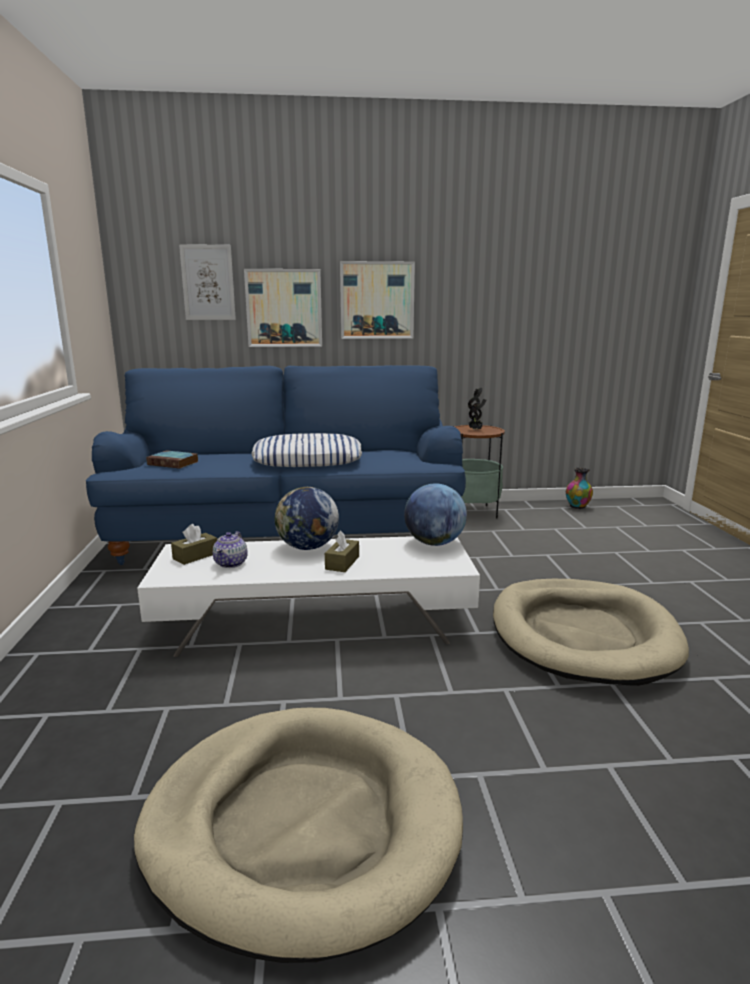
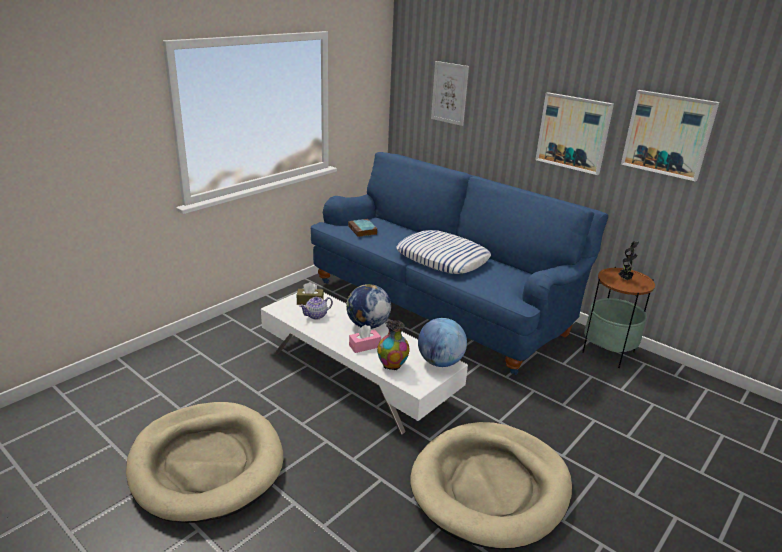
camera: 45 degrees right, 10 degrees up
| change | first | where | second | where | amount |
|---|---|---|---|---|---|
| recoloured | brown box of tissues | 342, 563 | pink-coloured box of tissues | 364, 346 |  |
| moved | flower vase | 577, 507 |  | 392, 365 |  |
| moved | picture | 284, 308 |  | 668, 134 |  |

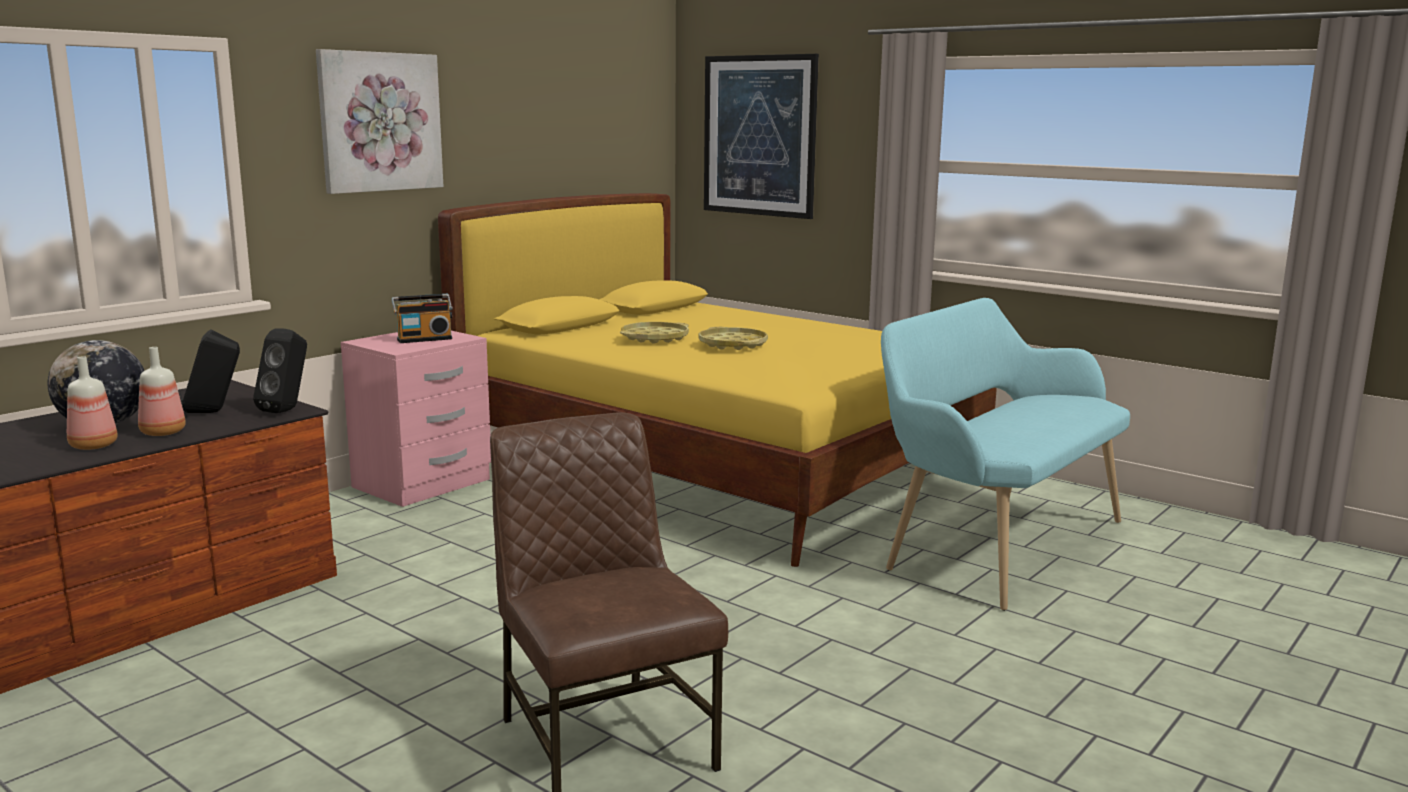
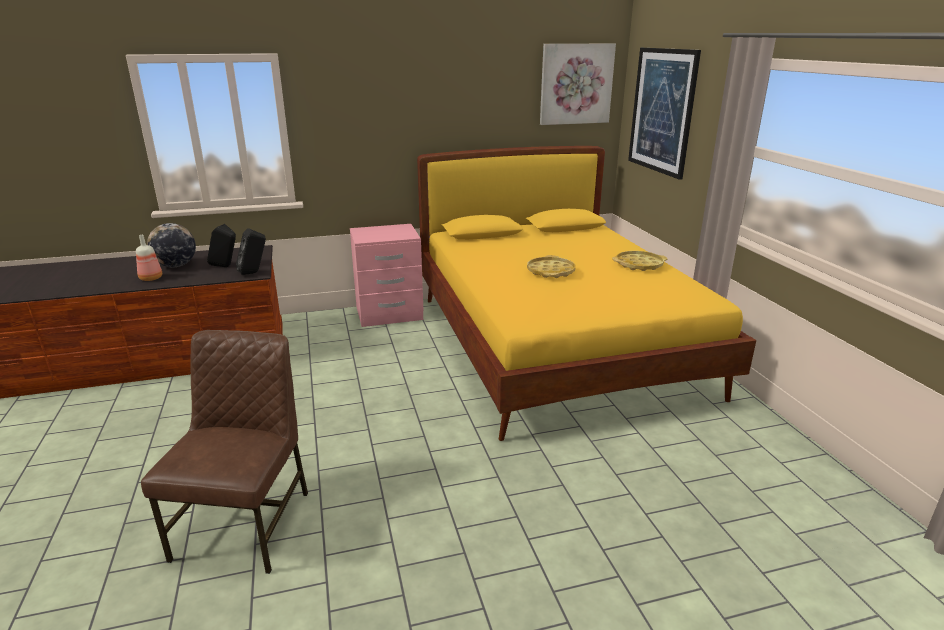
camera: 35 degrees right, 10 degrees up
| change | first | where | second | where | amount |
|---|---|---|---|---|---|
| moved | picture | 379, 122 |  | 576, 84 |  |
| moved | yellow-coloured carrying tray | 655, 338 |  | 639, 265 |  |
| removed | drink bottle | 161, 432 |  |  |  |
| removed | radio set | 424, 339 |  |  |  |
| removed | turquoise long seat | 995, 543 |  |  |  |

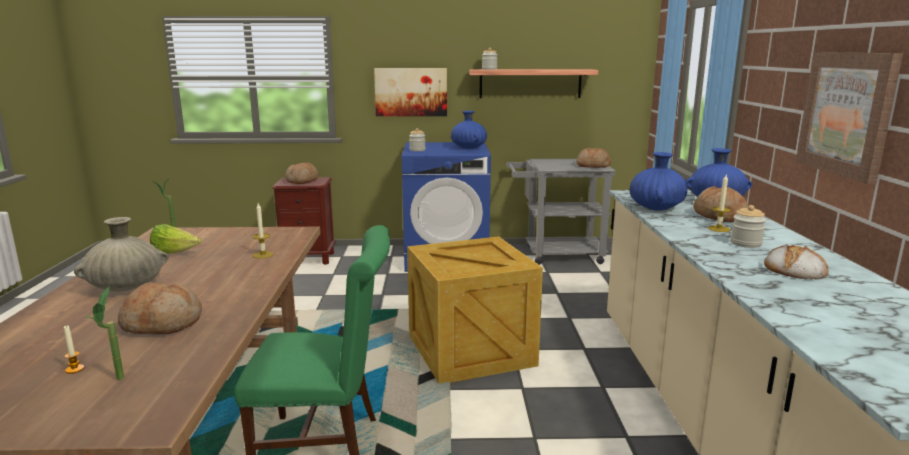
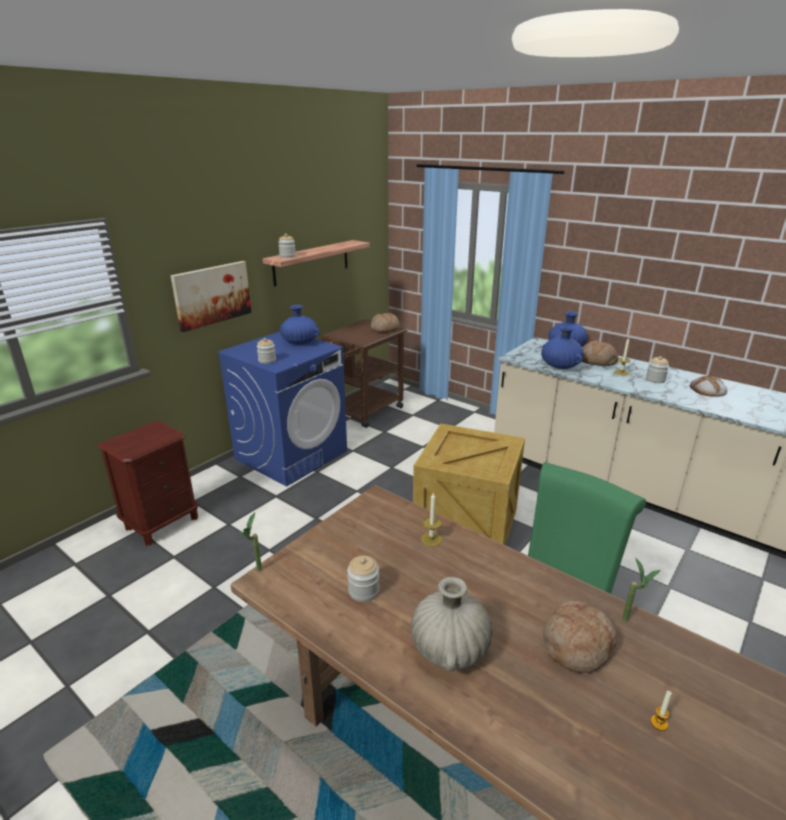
camera: 50 degrees left, 10 degrees up
| change | first | where | second | where | amount |
|---|---|---|---|---|---|
| recoloured | greyish wheeled cart | 556, 254 | brown wheeled cart | 360, 412 |  |
| replaced | lettuce head | 174, 253 | preserve jar | 363, 591 |  |
| moved | houseplant | 116, 382 |  | 631, 622 |  |
| removed | baked bread | 302, 181 |  |  |  |
| removed | picture | 847, 114 |  |  |  |

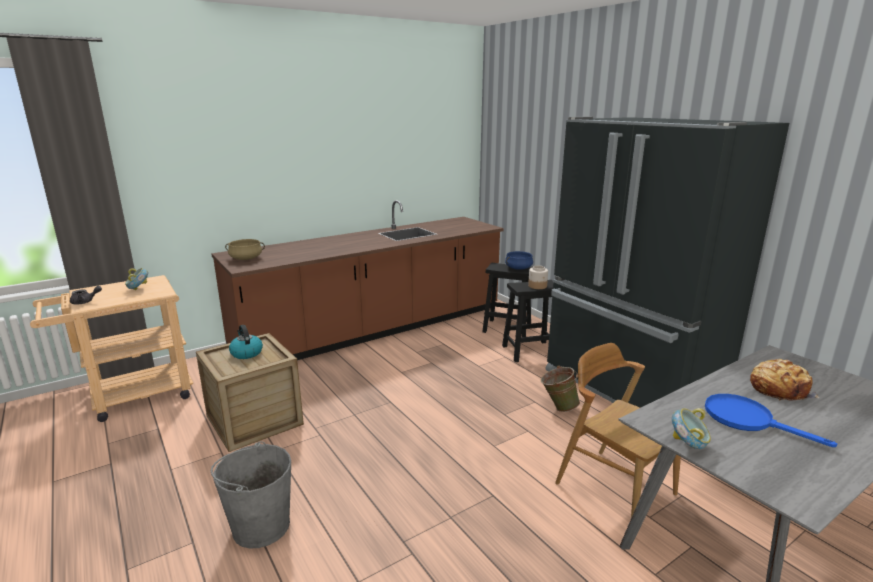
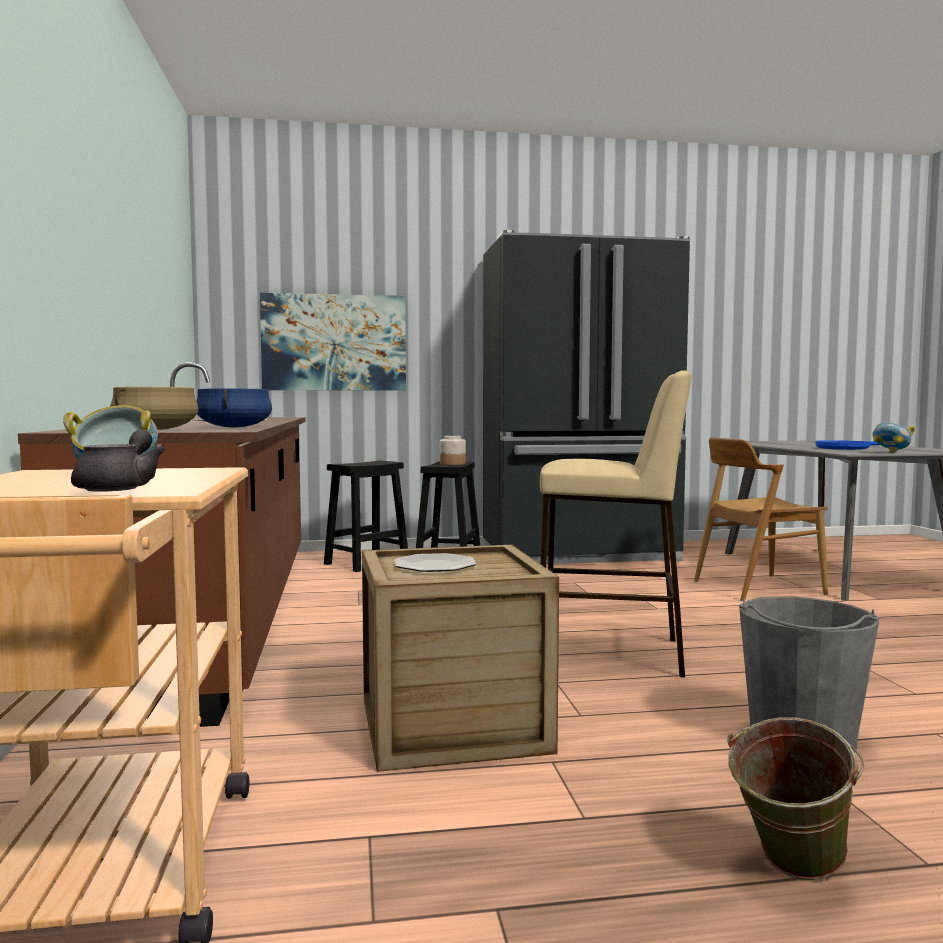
camera: 65 degrees left, 15 degrees down
| change | first | where | second | where | amount |
|---|---|---|---|---|---|
| moved | blue-coloured stockpot | 518, 268 |  | 233, 427 |  |
| added |  |  | picture | 334, 343 |  |
| replaced | kettle | 246, 353 | plate | 435, 566 |  |
| added |  |  | sand-coloured stool seat | 611, 653 |  |
| moved | green pail | 558, 407 |  | 789, 872 |  |
| removed | baked bread | 779, 389 |  |  |  |

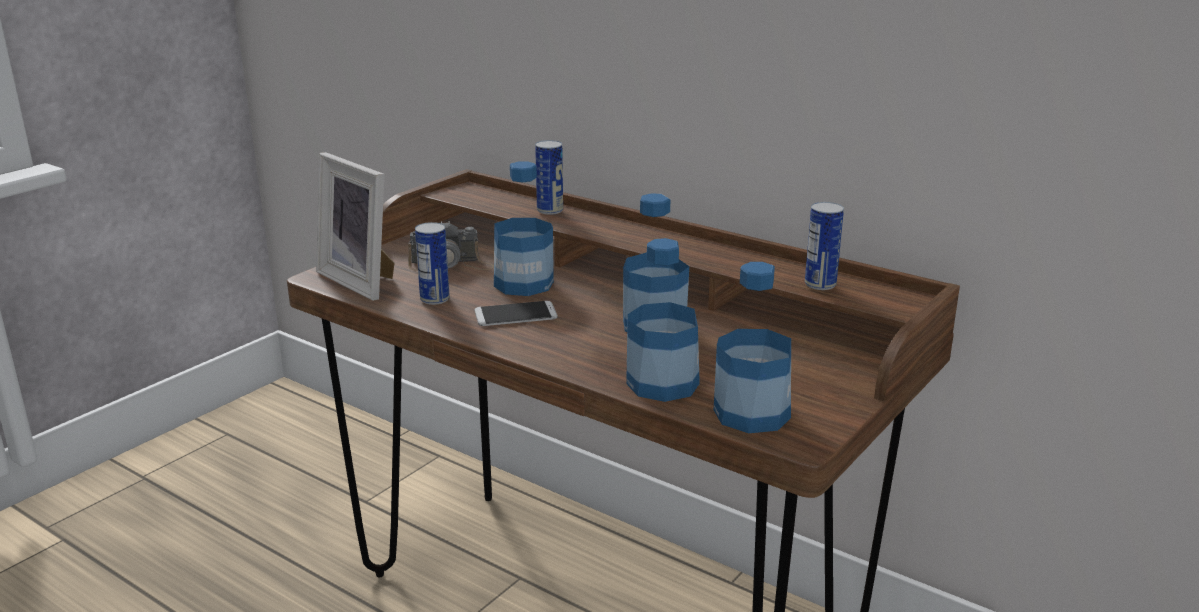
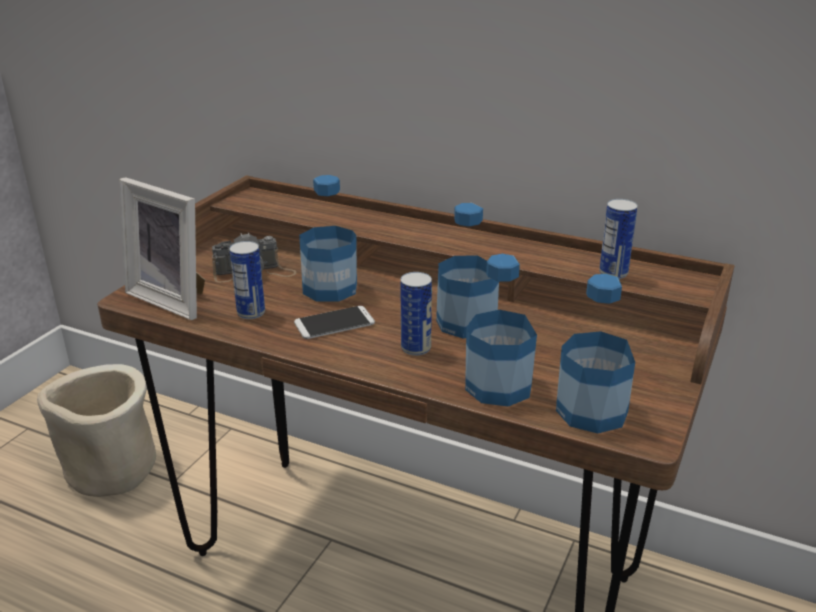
camera: 10 degrees left, 5 degrees up
| change | first | where | second | where | amount |
|---|---|---|---|---|---|
| added |  |  | sand-coloured plant pot | 111, 471 |  |
| moved | sealed can | 550, 210 |  | 416, 348 |  |

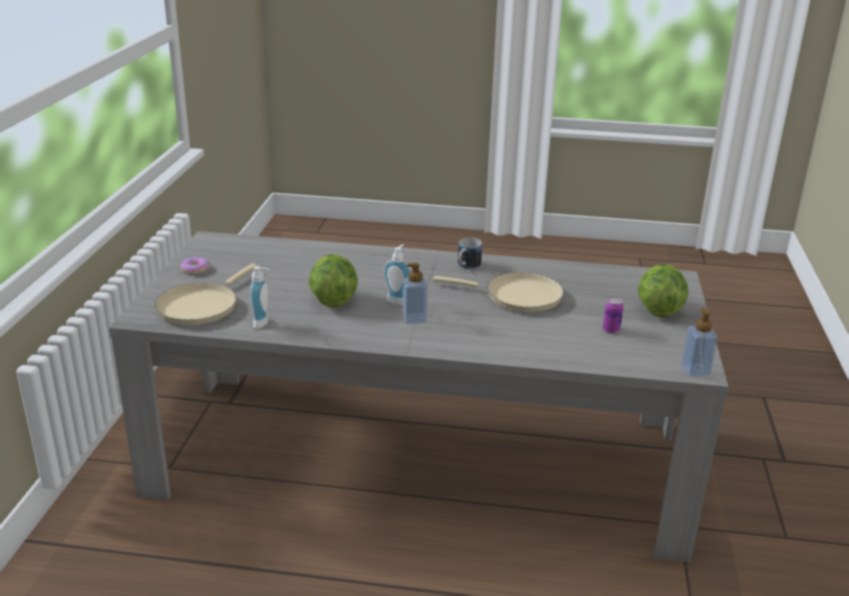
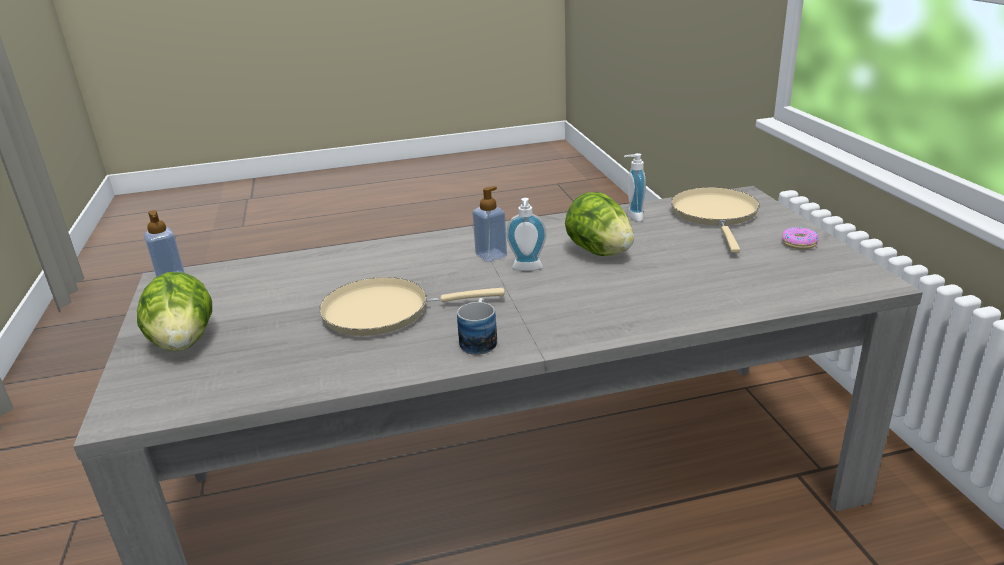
camera: 160 degrees right, 0 degrees up
| change | first | where | second | where | amount |
|---|---|---|---|---|---|
| removed | sealed can | 611, 330 |  |  |  |

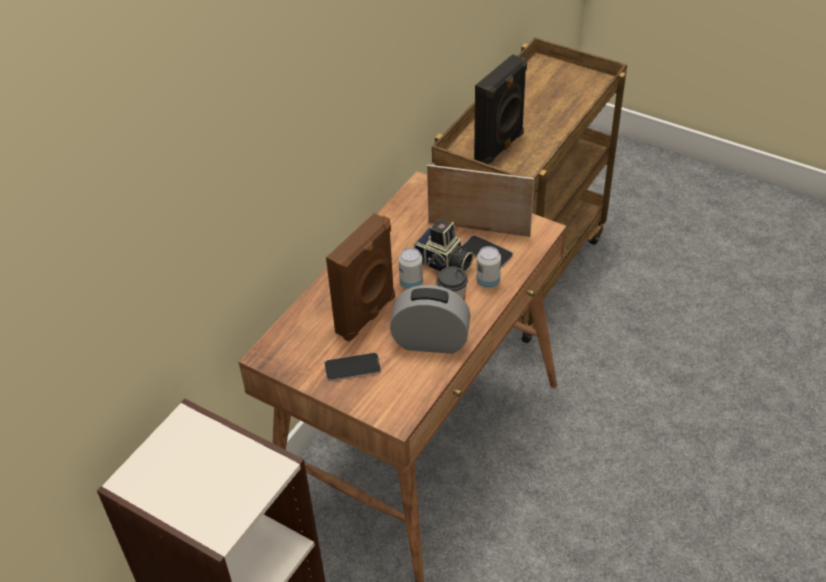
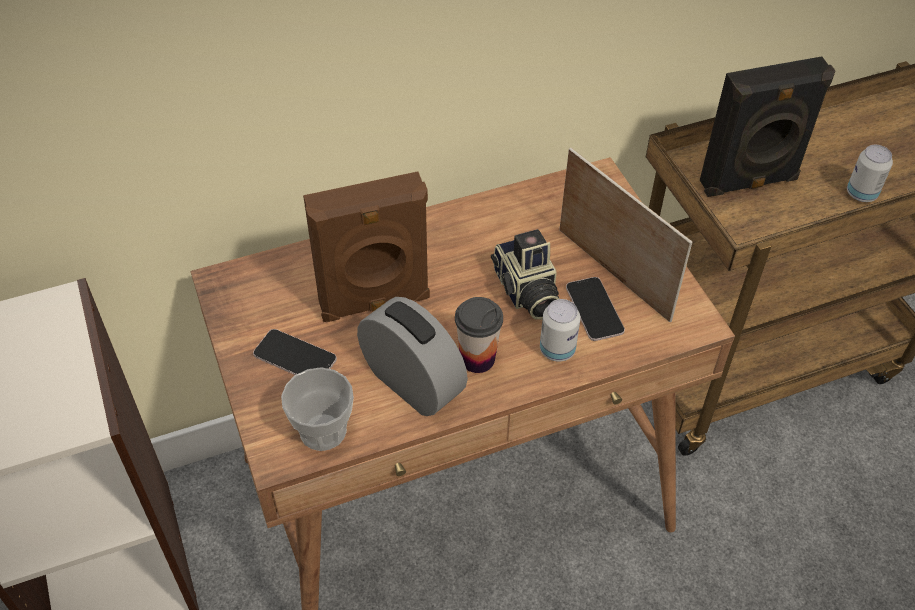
camera: 35 degrees right, 5 degrees up
| change | first | where | second | where | amount |
|---|---|---|---|---|---|
| added |  |  | drinking cup | 323, 431 |  |
| moved | sealed can | 411, 283 |  | 861, 194 |  |

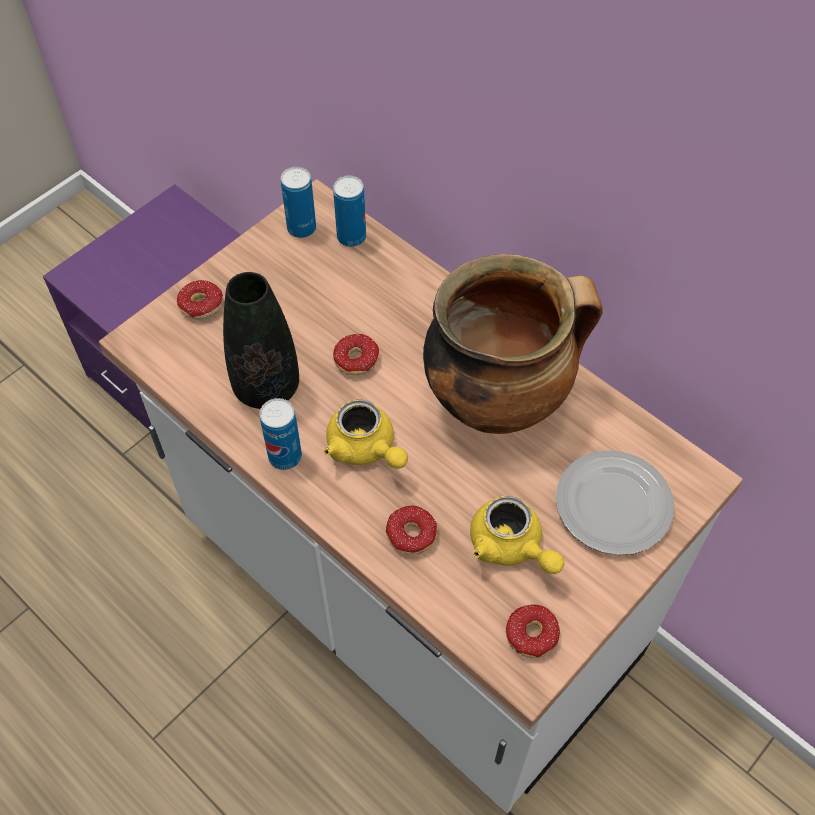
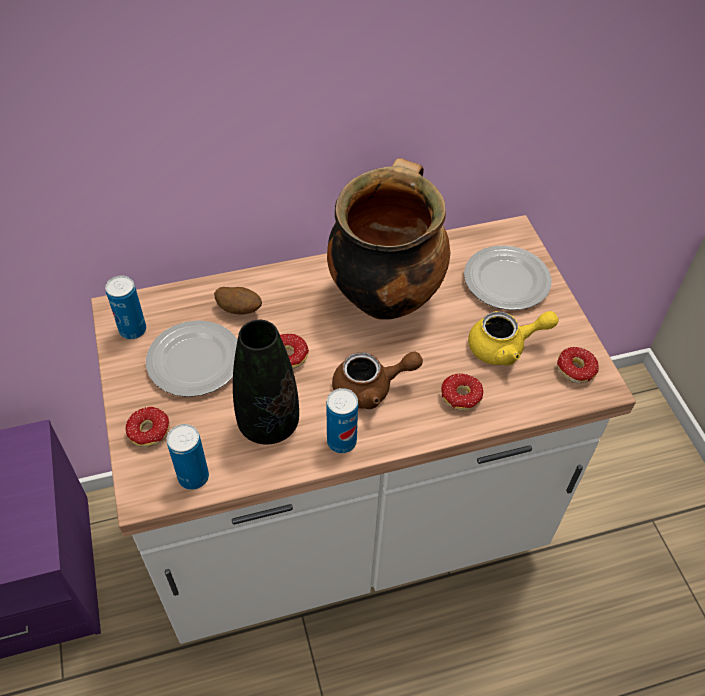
camera: 60 degrees left, 5 degrees down
| change | first | where | second | where | amount |
|---|---|---|---|---|---|
| added |  |  | plate | 194, 362 |  |
| moved | sealed can | 351, 237 |  | 193, 477 |  |
| added |  |  | whole potato | 239, 310 |  |
| recoloured | yellow-coloured tea pot | 365, 449 | brown tea pot | 371, 388 |  |

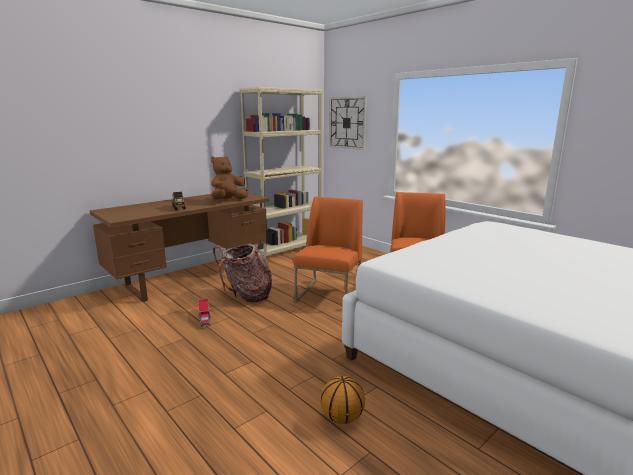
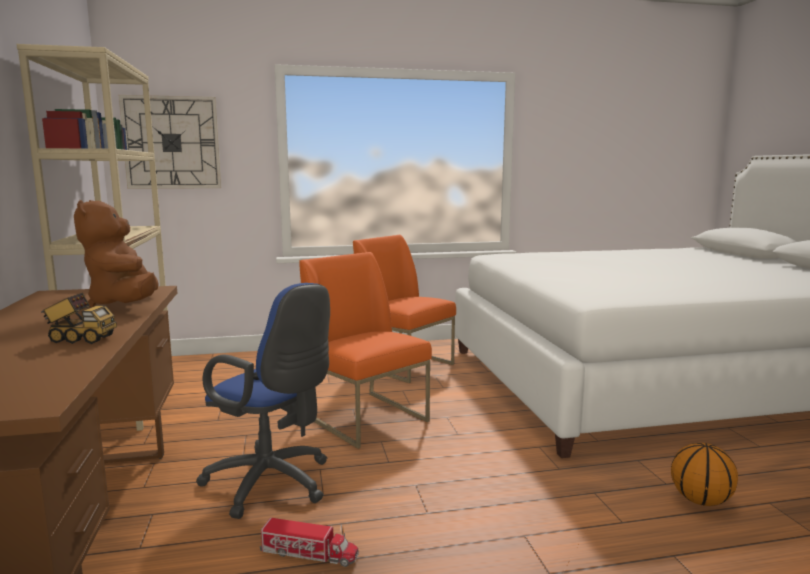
camera: 60 degrees left, 5 degrees down
| change | first | where | second | where | amount |
|---|---|---|---|---|---|
| replaced | backpack | 247, 296 | blue-coloured computer chair | 273, 484 |  |

